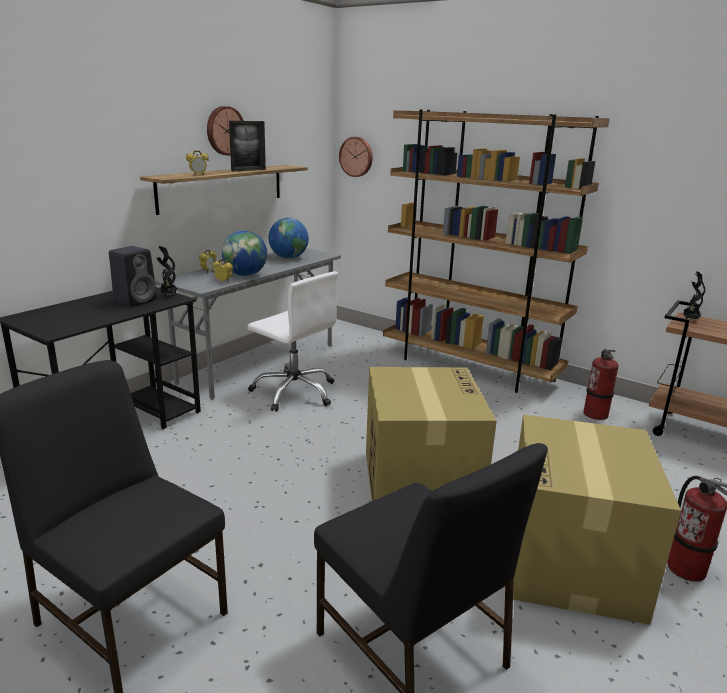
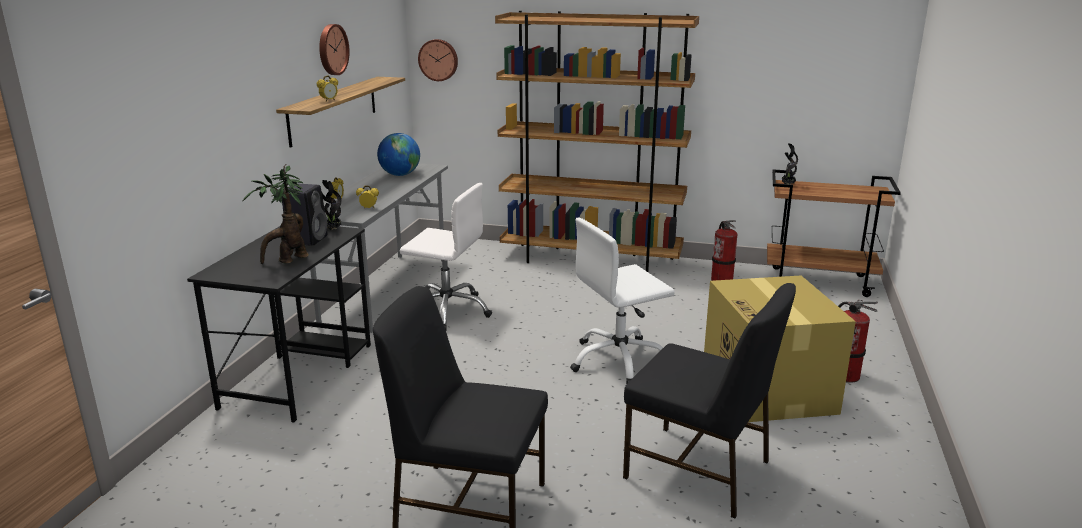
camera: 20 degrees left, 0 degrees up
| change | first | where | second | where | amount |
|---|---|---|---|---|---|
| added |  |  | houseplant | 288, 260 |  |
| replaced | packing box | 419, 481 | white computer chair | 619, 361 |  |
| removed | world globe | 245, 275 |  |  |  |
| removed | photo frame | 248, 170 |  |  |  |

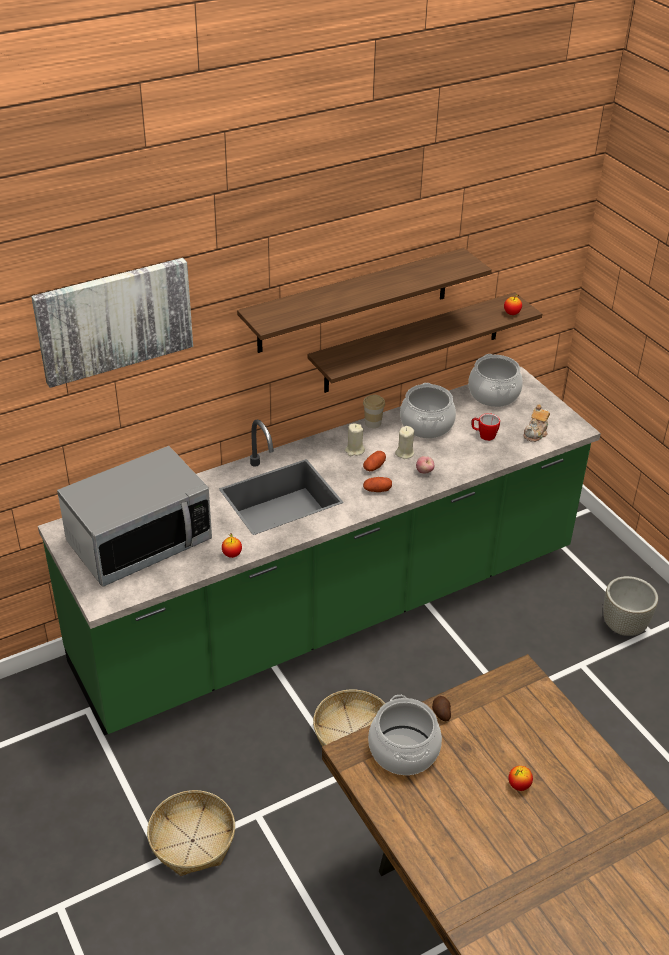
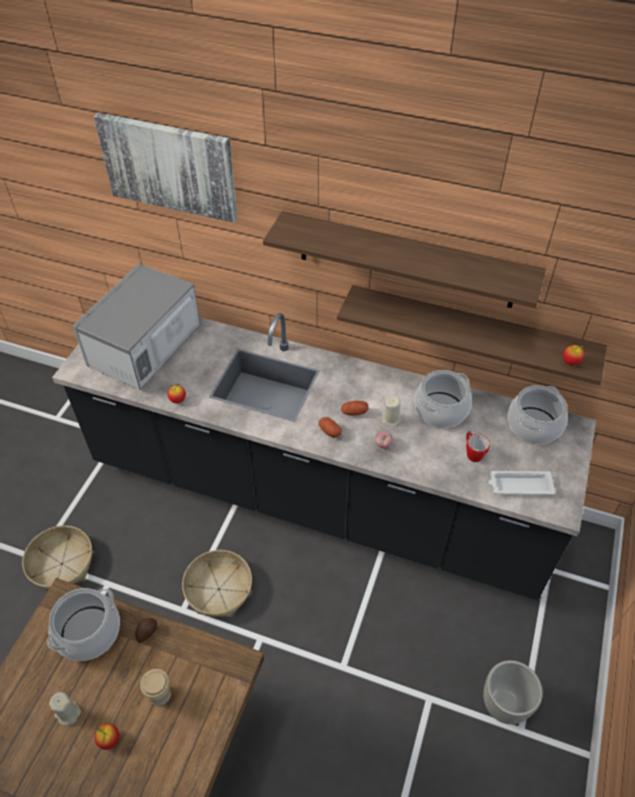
camera: 50 degrees right, 10 degrees up
| change | first | where | second | where | amount |
|---|---|---|---|---|---|
| moved | sand-coloured candle | 354, 450 |  | 68, 713 |  |
| recoloured | green kitchen counter | 331, 610 | blackish kitchen counter | 317, 495 |  |
| turned | microwave | 139, 541 |  | 146, 348 | 105 degrees clockwise |
| moved | drinking cup | 373, 423 |  | 160, 694 |  |
| replaced | tea pot | 536, 433 | white carrying tray | 519, 485 |  |

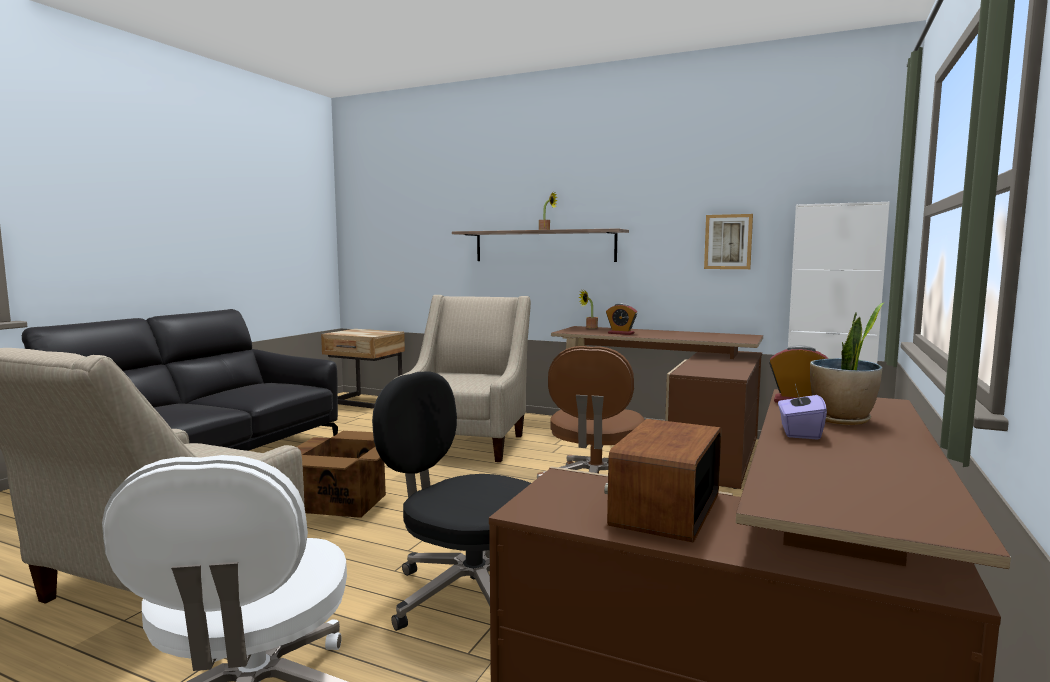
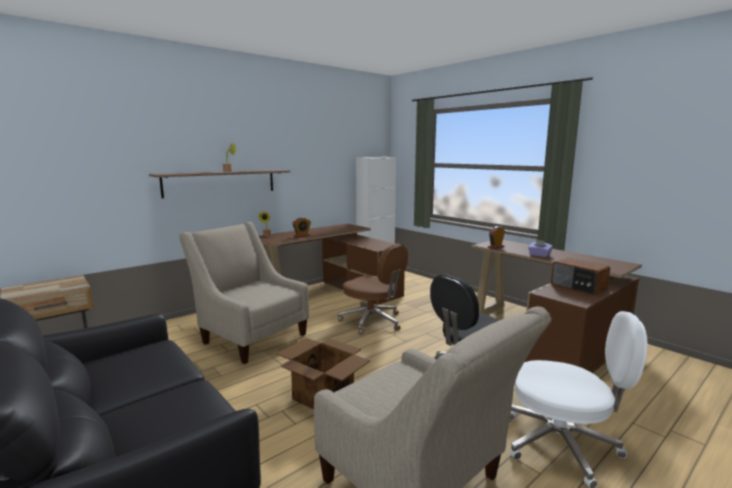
camera: 65 degrees left, 5 degrees up
| change | first | where | second | where | amount |
|---|---|---|---|---|---|
| removed | picture | 728, 242 |  |  |  |
| removed | houseplant | 842, 419 |  |  |  |

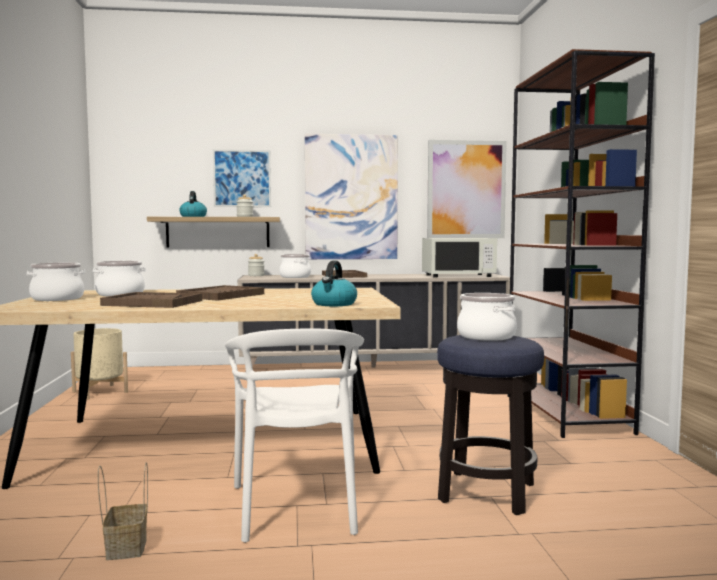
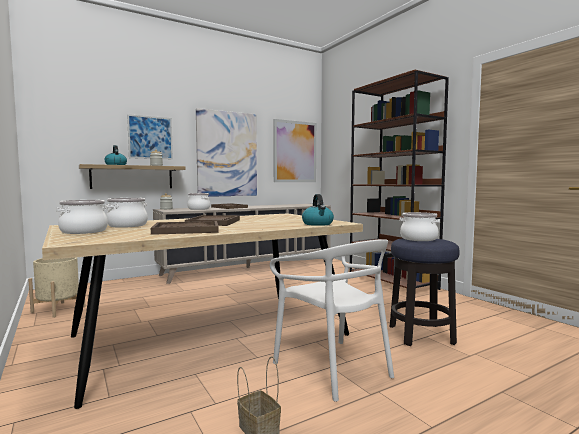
camera: 25 degrees left, 0 degrees up
| change | first | where | second | where | amount |
|---|---|---|---|---|---|
| removed | white microwave | 458, 276 |  |  |  |

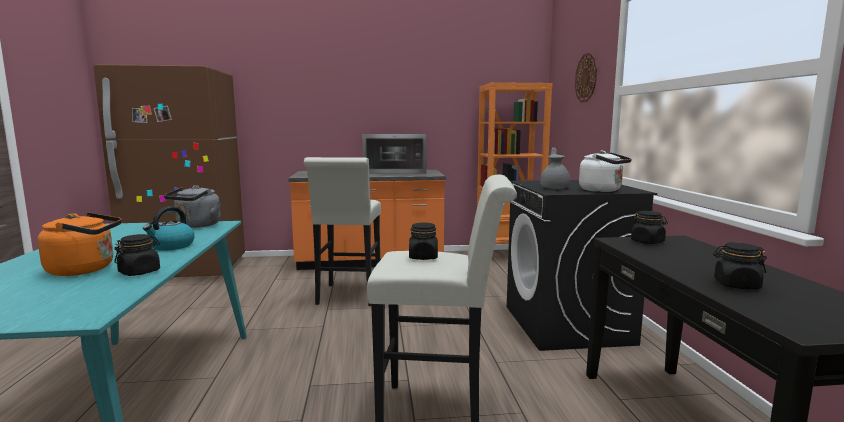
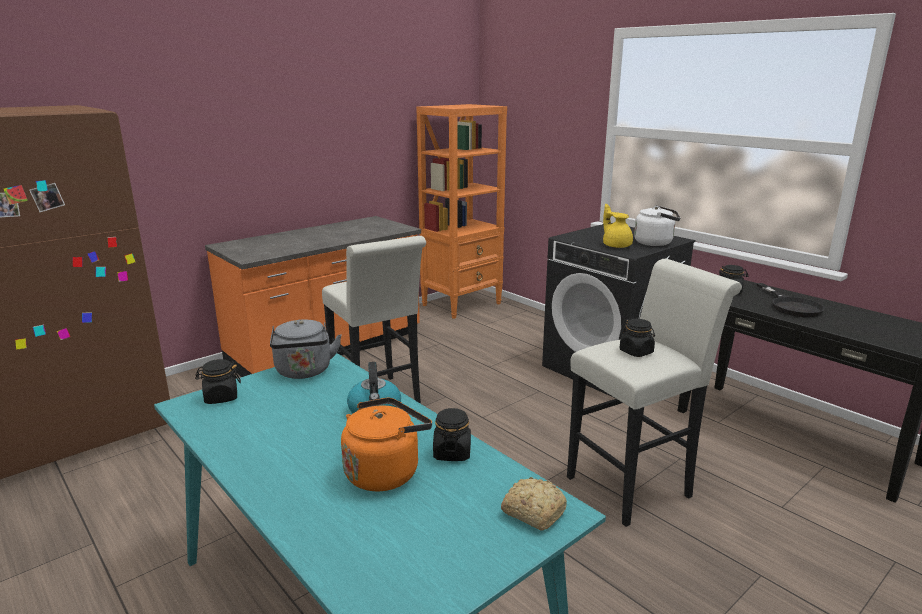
camera: 35 degrees left, 10 degrees up
| change | first | where | second | where | amount |
|---|---|---|---|---|---|
| moved | blackish preserve jar | 736, 285 |  | 221, 397 |  |
| added |  |  | baked bread | 533, 511 |  |
| recoloured | greyish tea pot | 555, 188 | yellow-coloured tea pot | 616, 245 |  |
| added |  |  | blackish pan | 791, 306 |  |
| removed | microwave | 396, 172 |  |  |  |
| removed | hanging clock | 586, 78 |  |  |  |

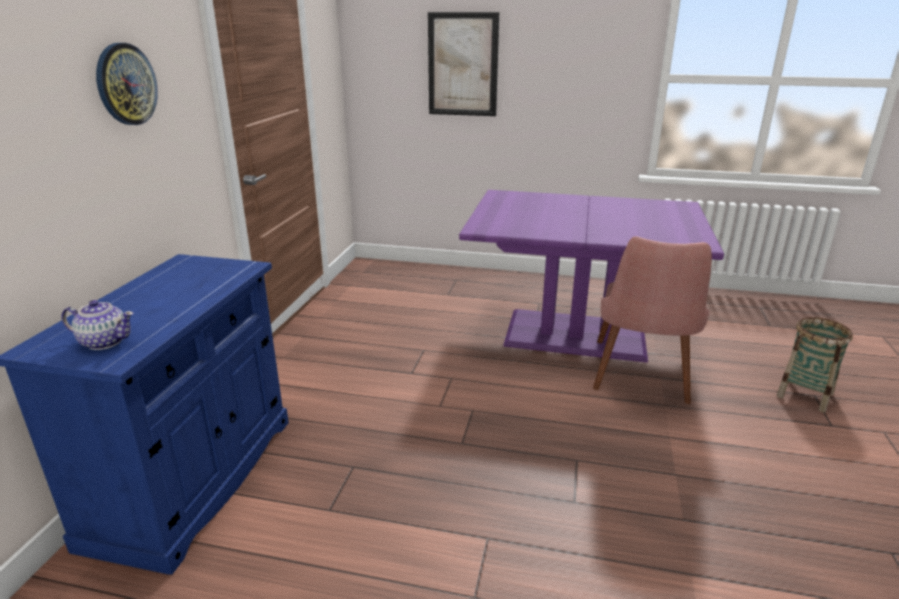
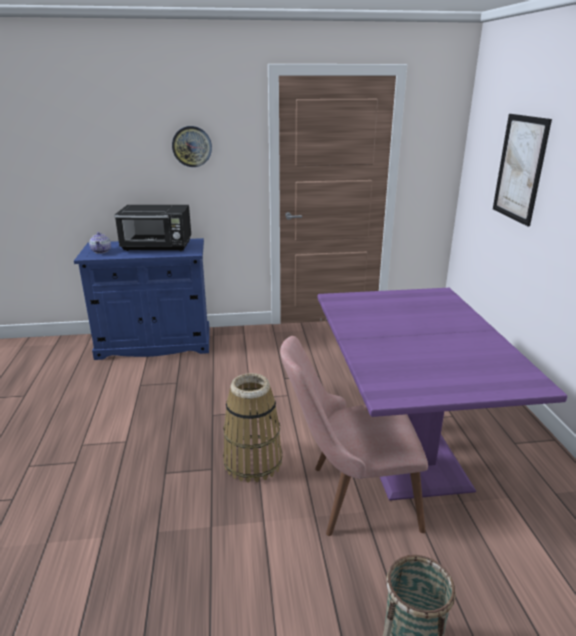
camera: 70 degrees right, 0 degrees up
| change | first | where | second | where | amount |
|---|---|---|---|---|---|
| added |  |  | blackish microwave | 158, 247 |  |
| added |  |  | household basket | 252, 461 |  |

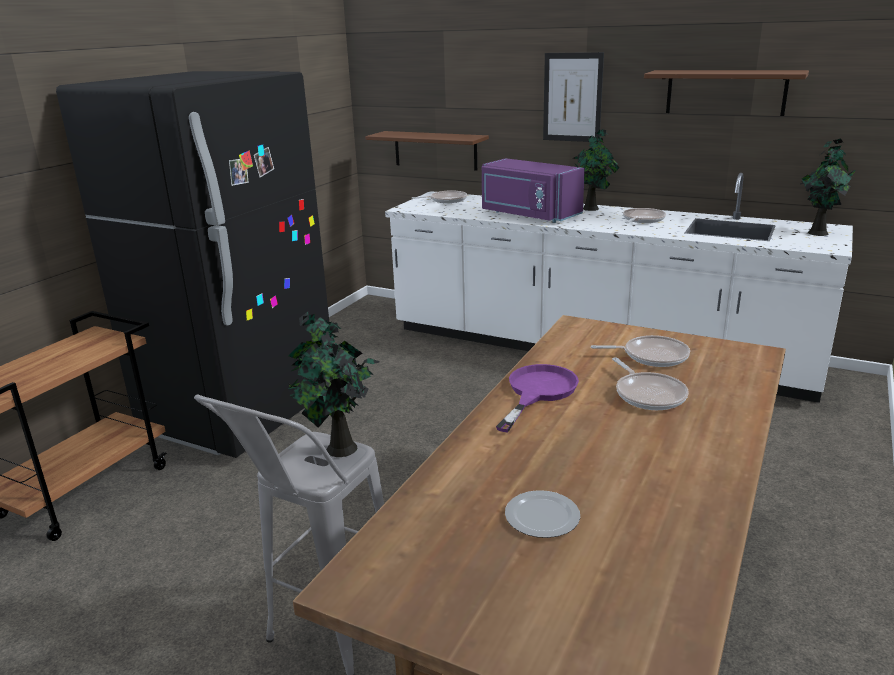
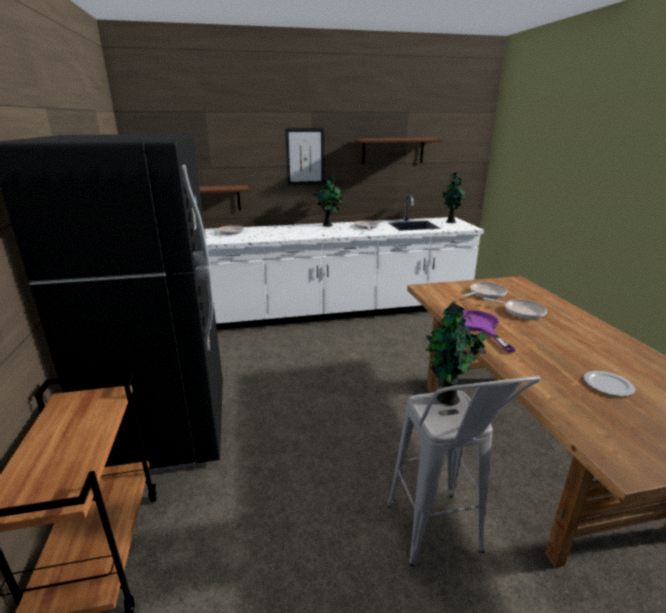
camera: 40 degrees left, 0 degrees up
| change | first | where | second | where | amount |
|---|---|---|---|---|---|
| removed | purple microwave | 528, 215 |  |  |  |

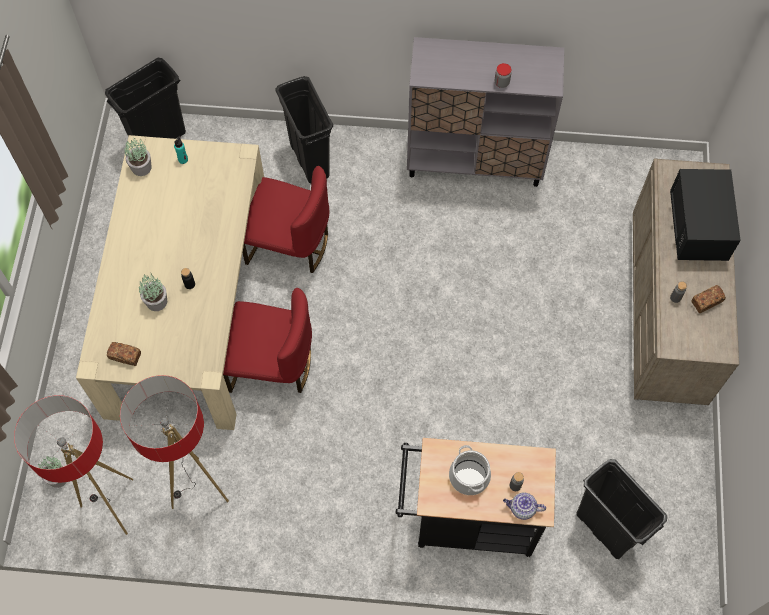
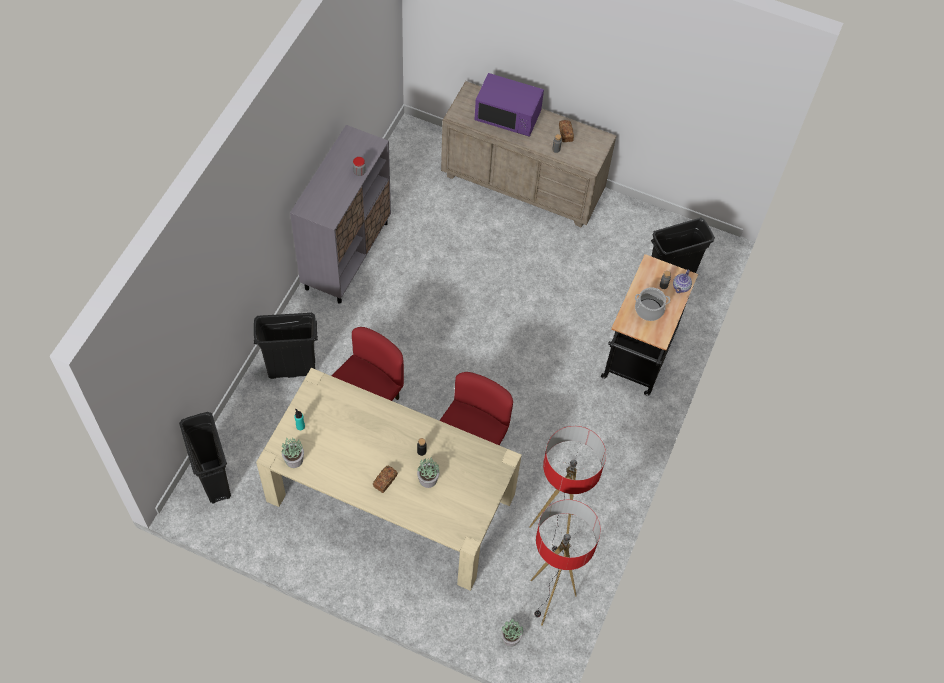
camera: 75 degrees left, 5 degrees down
| change | first | where | second | where | amount |
|---|---|---|---|---|---|
| moved | baked bread | 125, 356 |  | 385, 481 |  |
| recoloured | blackish microwave | 698, 227 | purple microwave | 508, 116 |  |

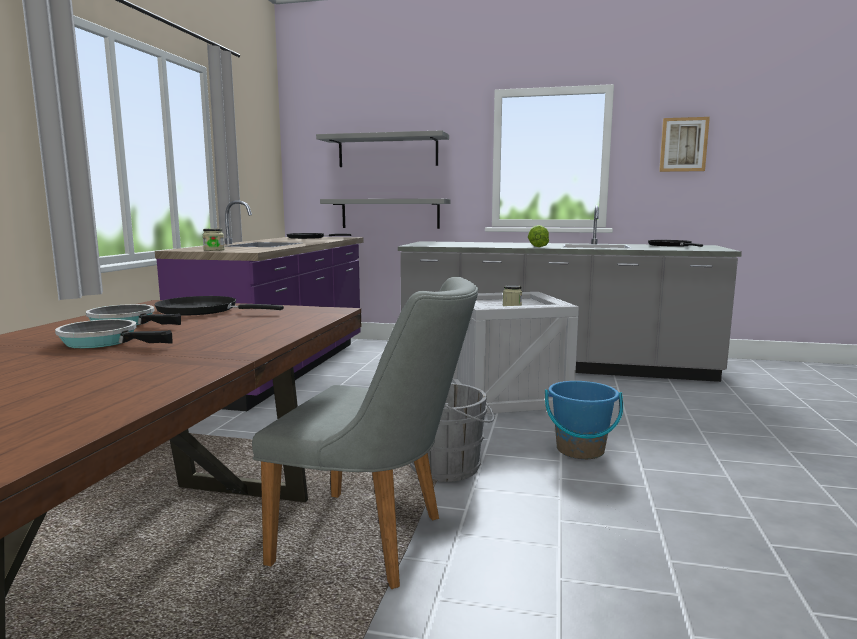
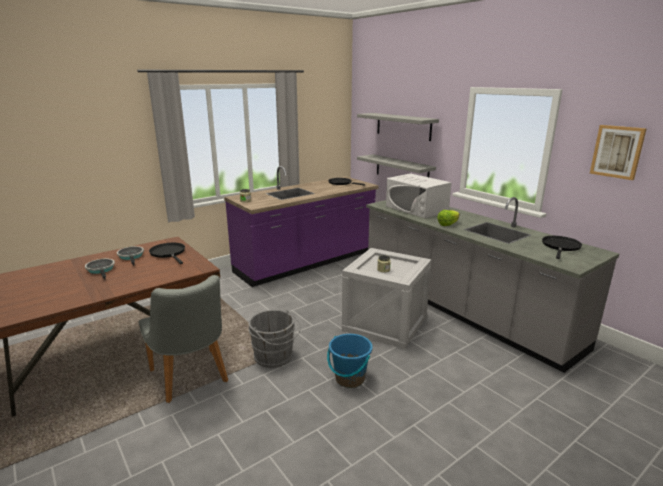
camera: 40 degrees right, 10 degrees up
| change | first | where | second | where | amount |
|---|---|---|---|---|---|
| added |  |  | white microwave | 416, 209 |  |

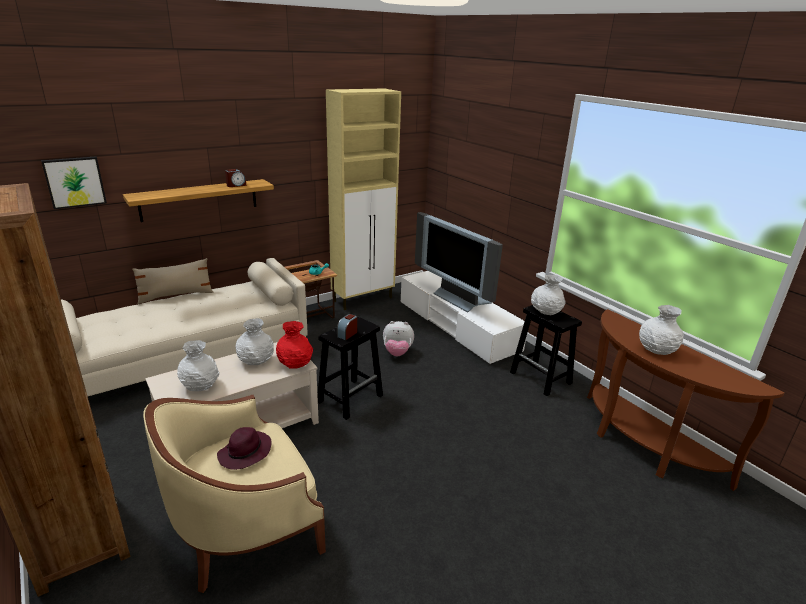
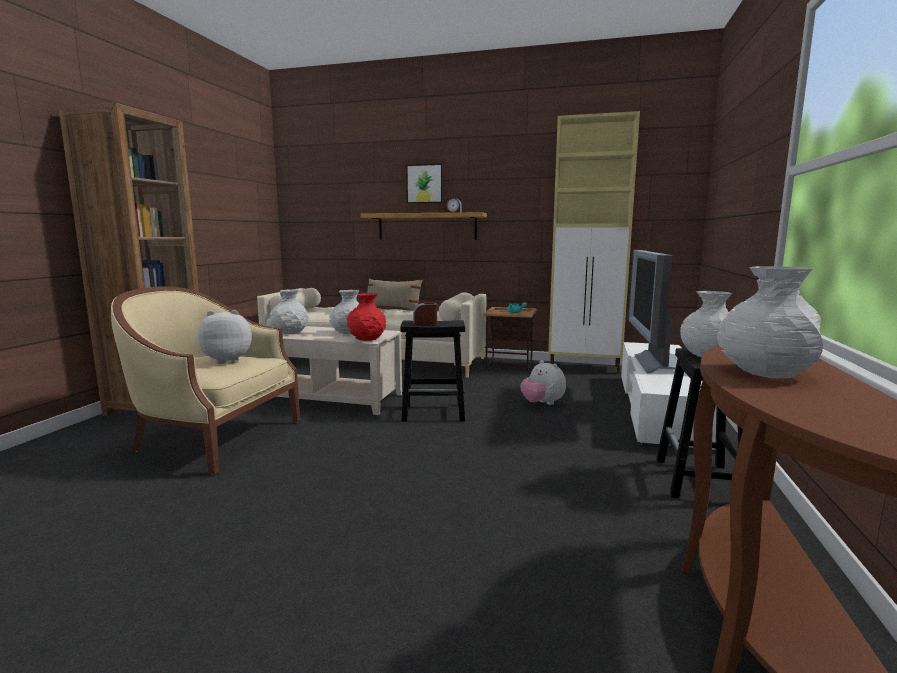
camera: 50 degrees right, 15 degrees down
| change | first | where | second | where | amount |
|---|---|---|---|---|---|
| replaced | purple clothing hat | 245, 453 | cuddly toy | 228, 360 |  |
| moved | picture | 74, 182 |  | 425, 184 |  |

